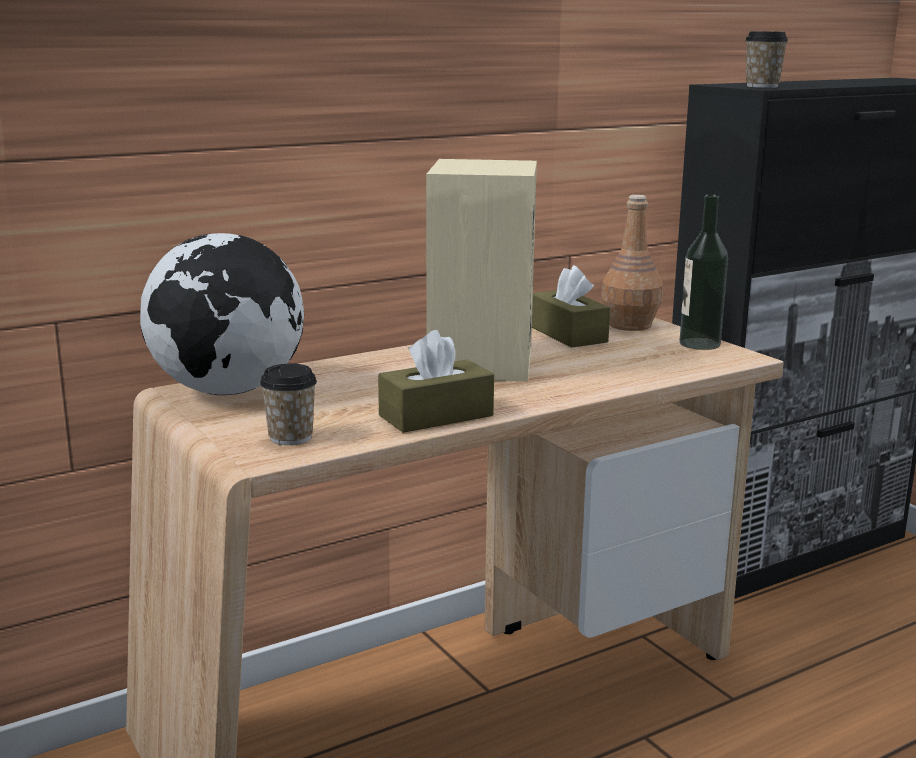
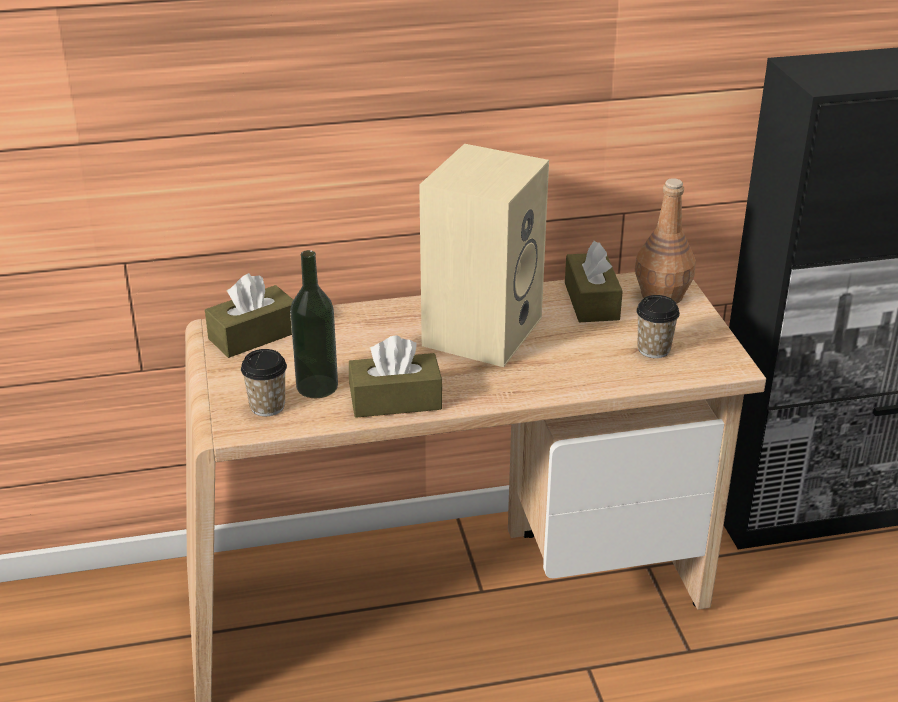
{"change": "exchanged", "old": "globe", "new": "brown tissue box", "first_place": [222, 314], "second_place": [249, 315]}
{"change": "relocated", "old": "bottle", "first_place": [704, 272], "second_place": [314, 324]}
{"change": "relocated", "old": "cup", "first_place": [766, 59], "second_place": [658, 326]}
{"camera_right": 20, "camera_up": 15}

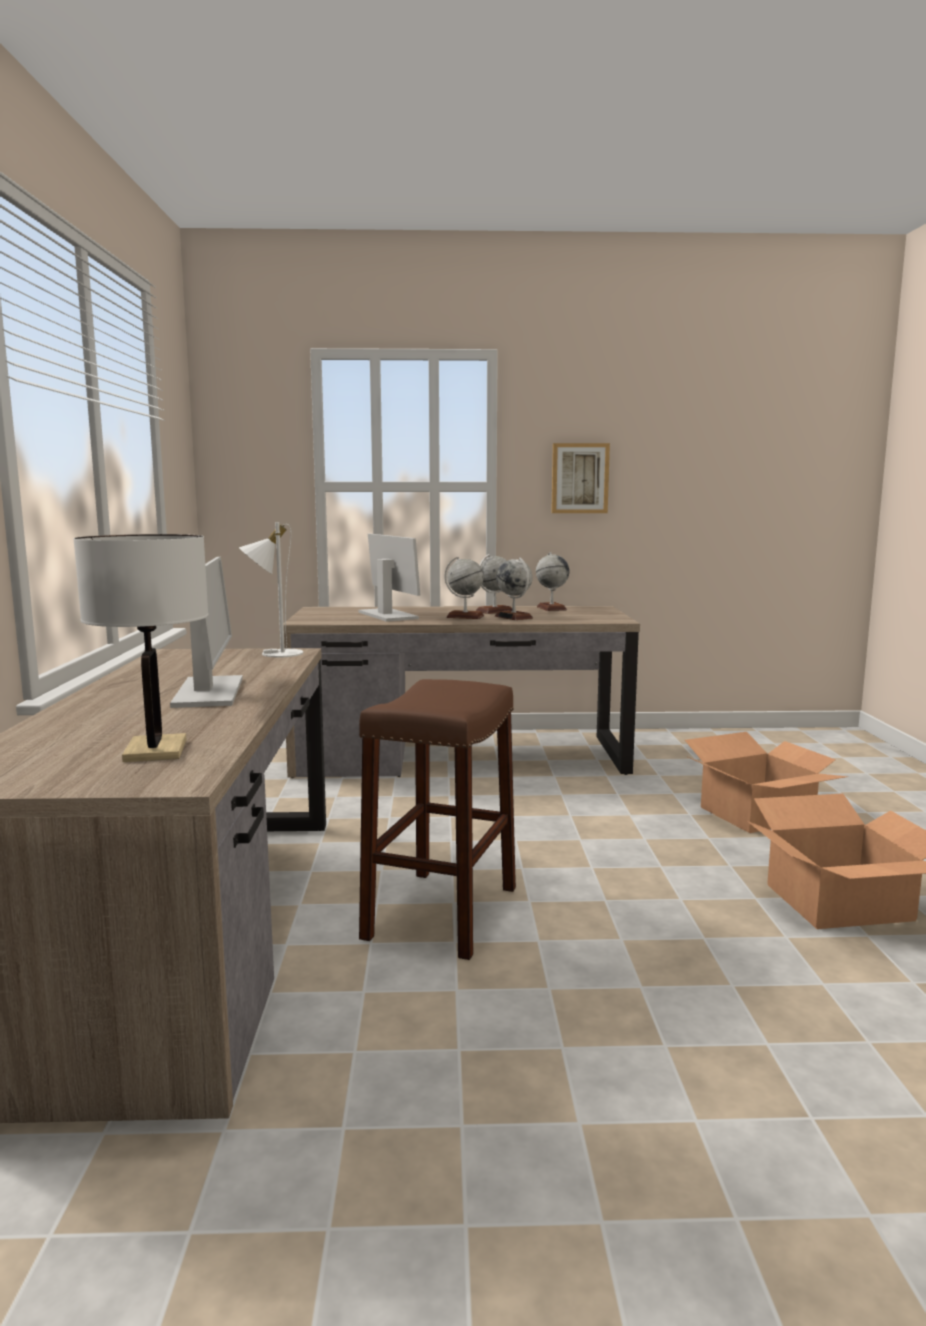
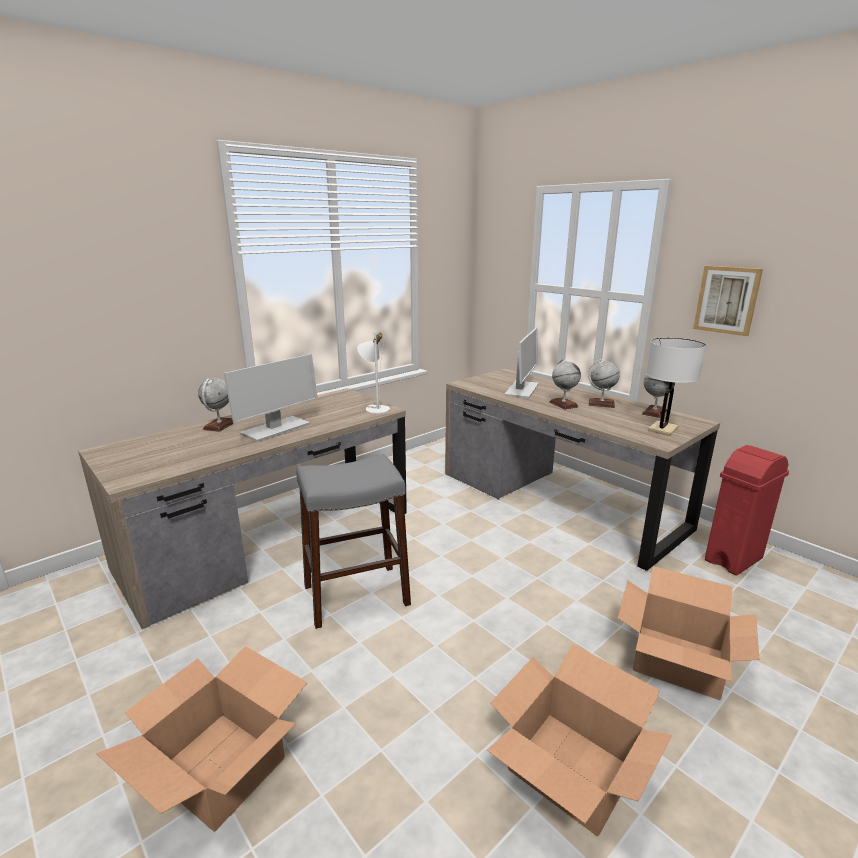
{"change": "appeared", "new": "cardboard box", "second_place": [202, 739]}
{"change": "relocated", "old": "globe", "first_place": [514, 588], "second_place": [216, 405]}
{"change": "colour", "old": "brown stool", "new": "grey stool", "first_place": [437, 819], "second_place": [353, 541]}
{"change": "relocated", "old": "white table lamp", "first_place": [141, 648], "second_place": [676, 387]}
{"change": "appeared", "new": "red trash can", "second_place": [747, 510]}
{"camera_right": 50, "camera_up": 10}

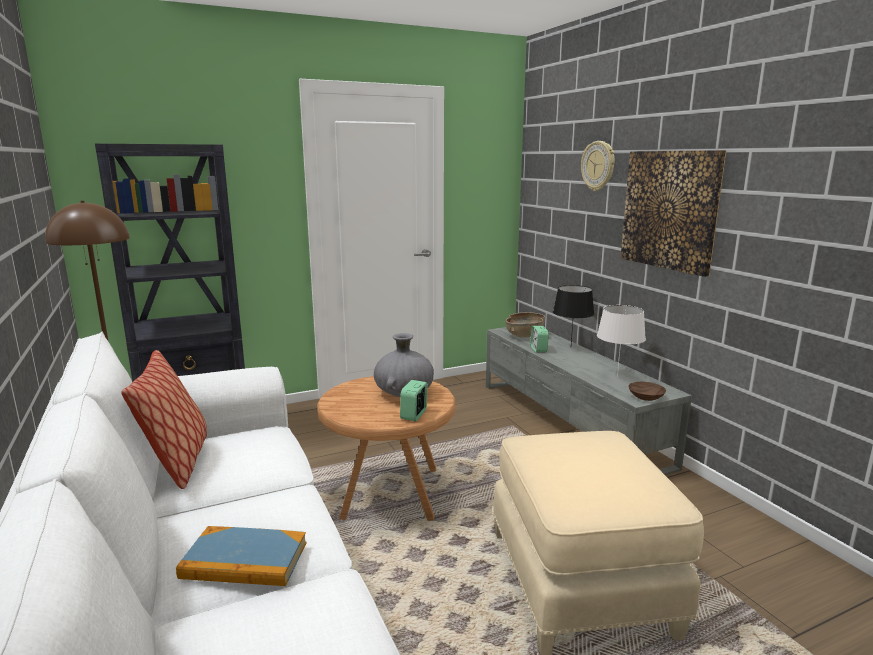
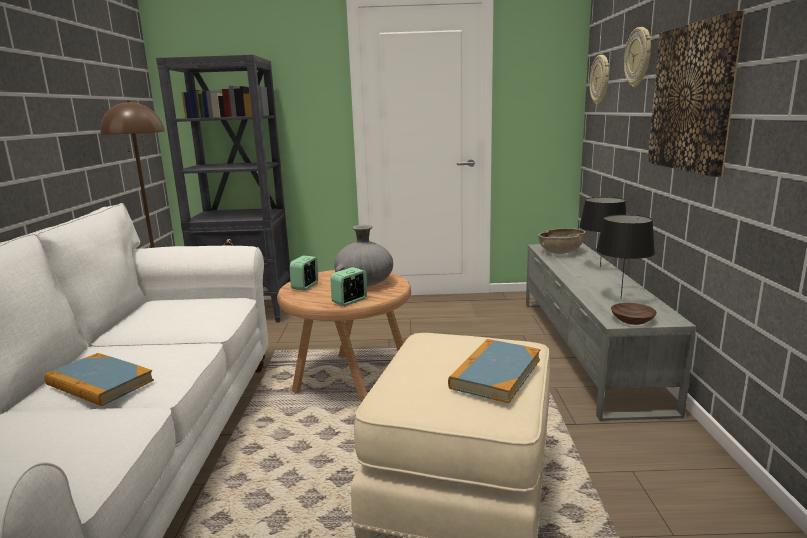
{"change": "relocated", "old": "alarm clock", "first_place": [539, 339], "second_place": [304, 273]}
{"change": "appeared", "new": "book", "second_place": [494, 371]}
{"change": "appeared", "new": "wall clock", "second_place": [599, 79]}
{"change": "colour", "old": "white table lamp", "new": "black table lamp", "first_place": [621, 341], "second_place": [625, 256]}
{"change": "missing", "old": "pillow", "first_place": [164, 419]}
{"camera_right": 25, "camera_up": 0}

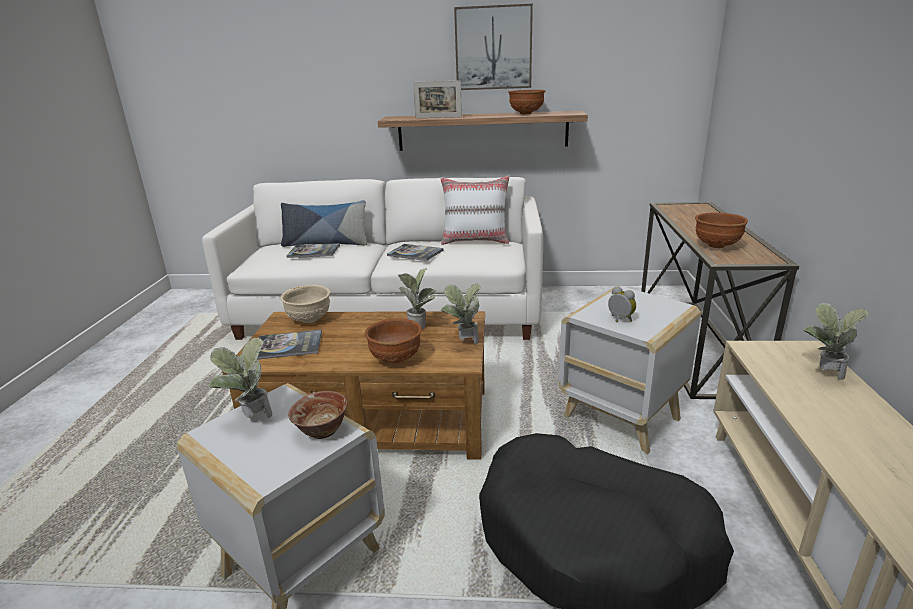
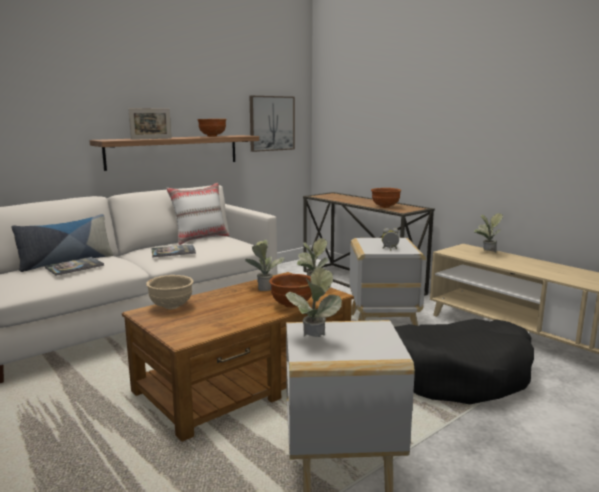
{"change": "relocated", "old": "picture", "first_place": [493, 47], "second_place": [272, 124]}
{"change": "missing", "old": "book", "first_place": [289, 345]}
{"change": "missing", "old": "bowl", "first_place": [317, 415]}
{"camera_right": -45, "camera_up": -10}

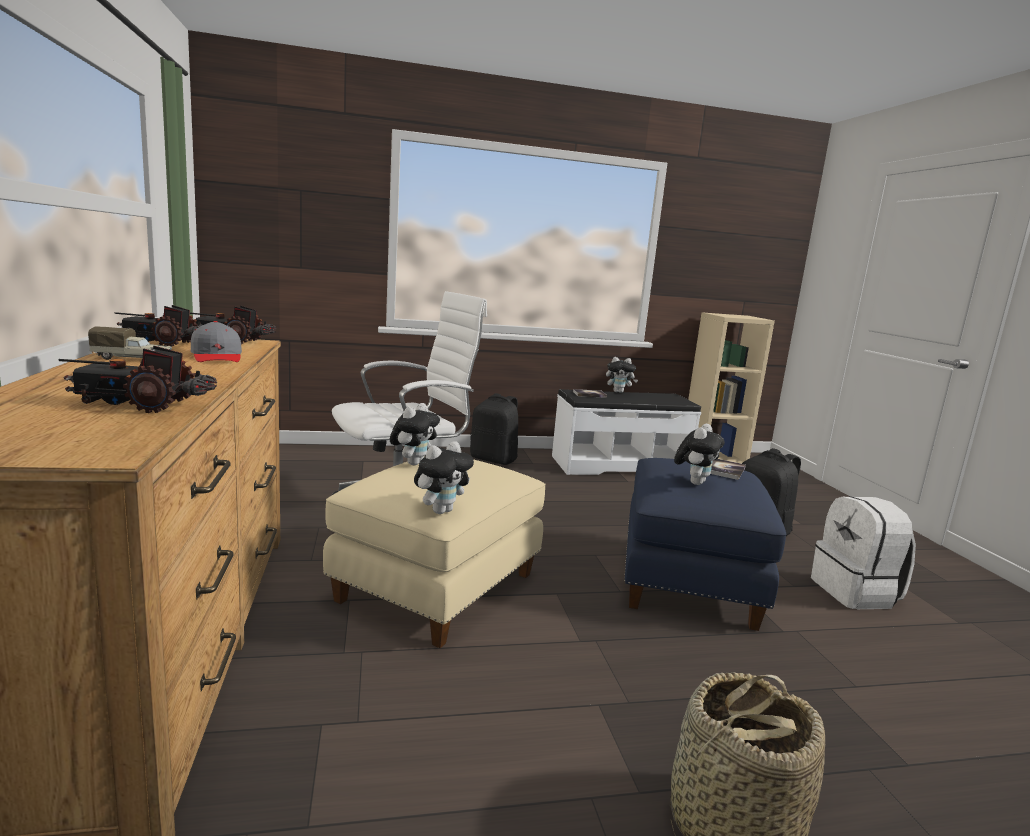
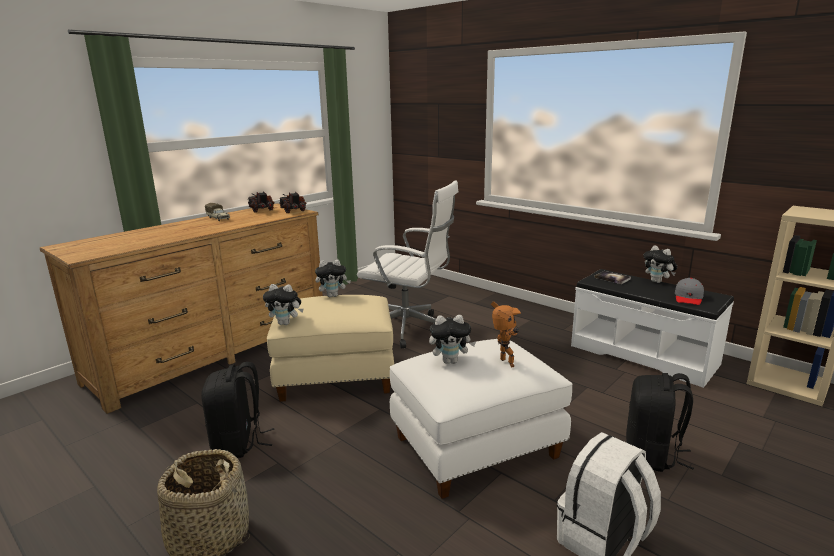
{"change": "relocated", "old": "black backpack", "first_place": [494, 429], "second_place": [237, 410]}
{"change": "colour", "old": "blue ottoman", "new": "white ottoman", "first_place": [705, 544], "second_place": [481, 419]}
{"change": "exchanged", "old": "book", "new": "toy robot", "first_place": [728, 469], "second_place": [506, 334]}
{"change": "relocated", "old": "grey cap", "first_place": [216, 341], "second_place": [689, 291]}
{"change": "missing", "old": "toy truck", "first_place": [137, 379]}
{"camera_right": 55, "camera_up": 5}

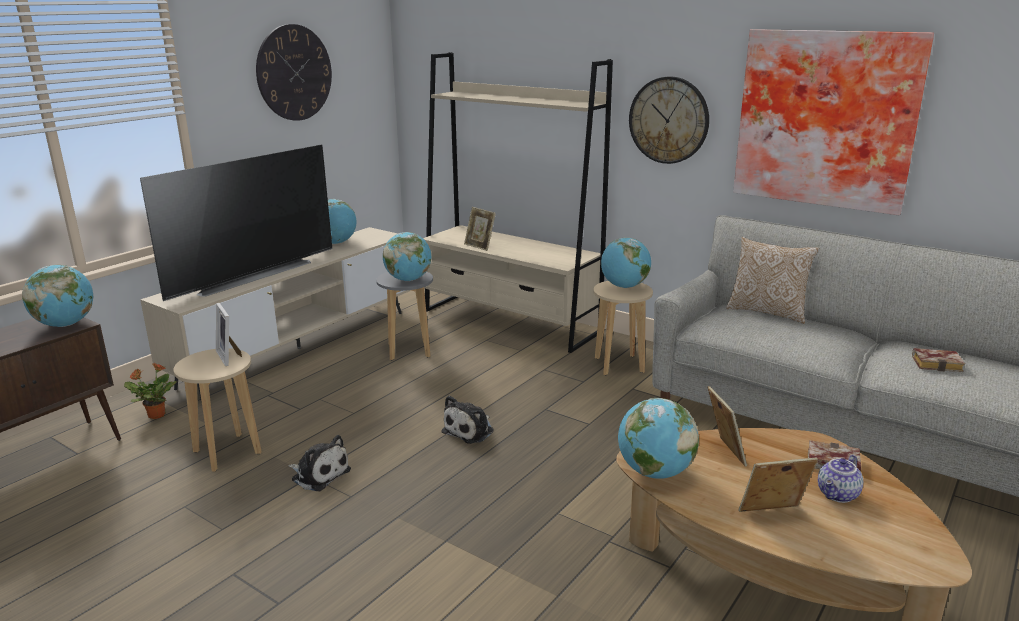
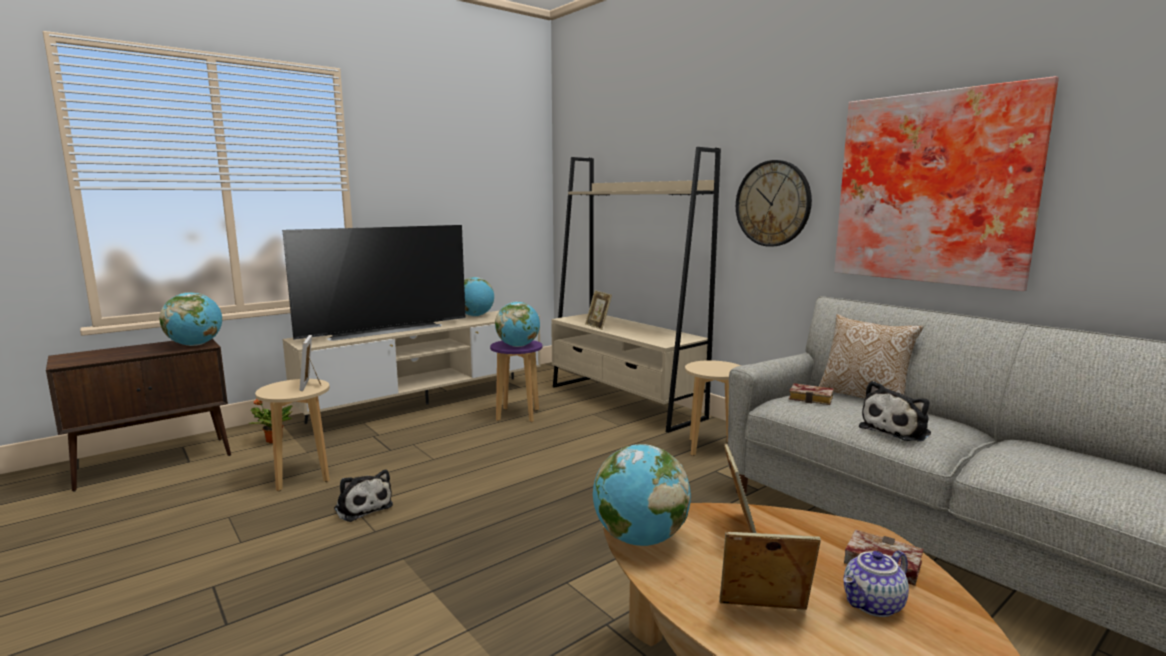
{"change": "colour", "old": "grey stool", "new": "purple stool", "first_place": [404, 316], "second_place": [516, 381]}
{"change": "relocated", "old": "book", "first_place": [938, 360], "second_place": [811, 394]}
{"change": "relocated", "old": "plush toy", "first_place": [467, 419], "second_place": [895, 411]}
{"change": "missing", "old": "wall clock", "first_place": [294, 72]}
{"change": "missing", "old": "globe", "first_place": [626, 263]}
{"camera_right": 15, "camera_up": -10}

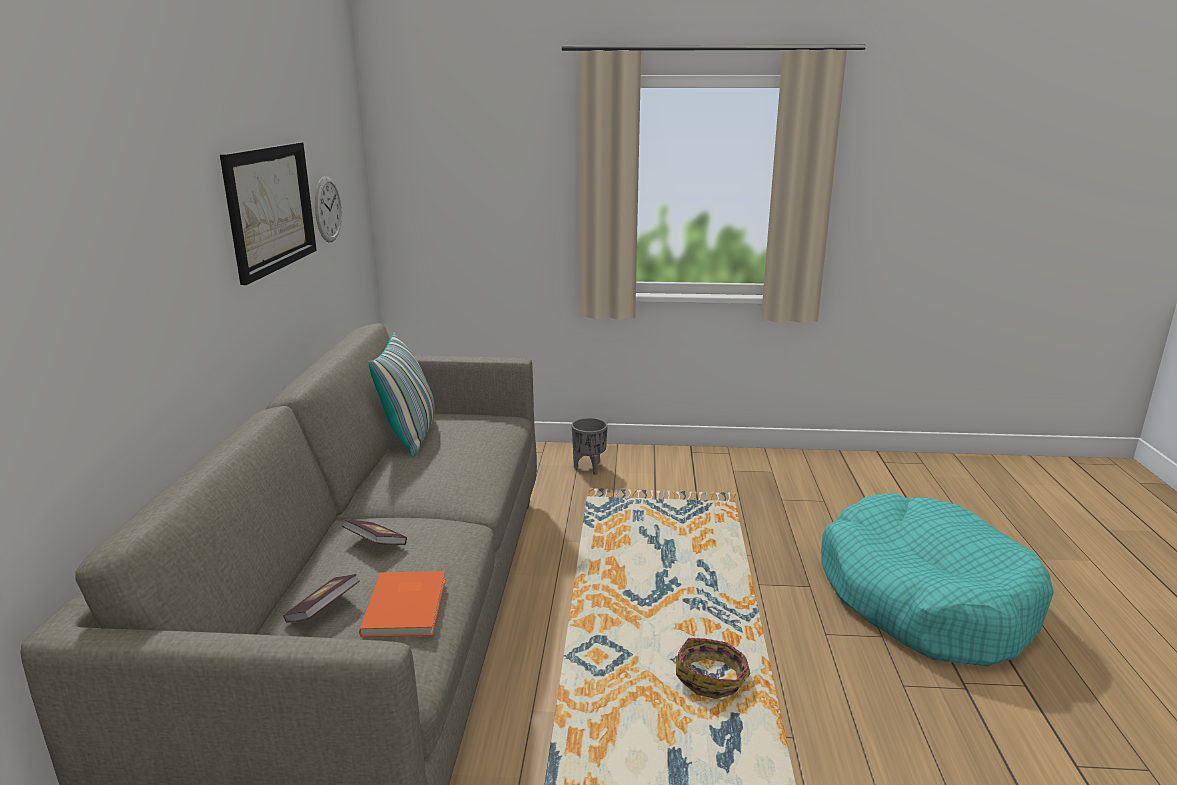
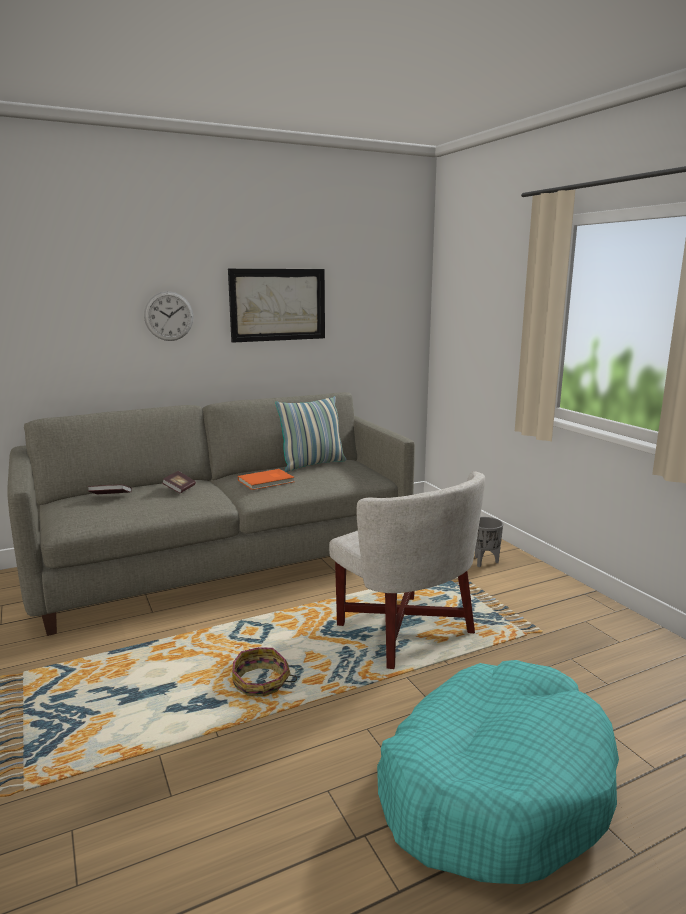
{"change": "relocated", "old": "wall clock", "first_place": [328, 209], "second_place": [169, 316]}
{"change": "relocated", "old": "orange book", "first_place": [402, 604], "second_place": [266, 479]}
{"change": "appeared", "new": "white armchair", "second_place": [407, 570]}
{"camera_right": 60, "camera_up": -5}

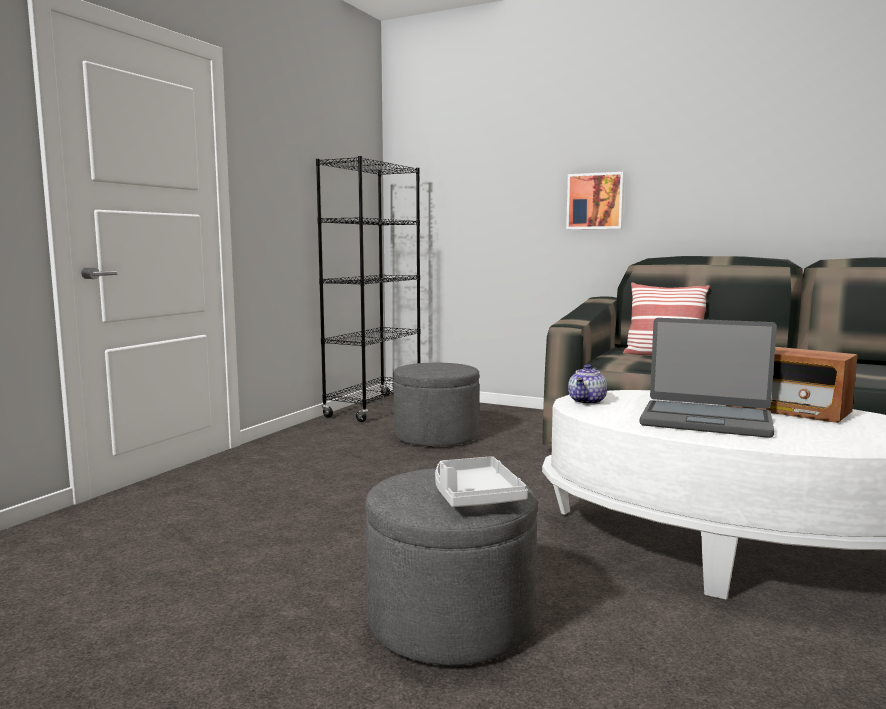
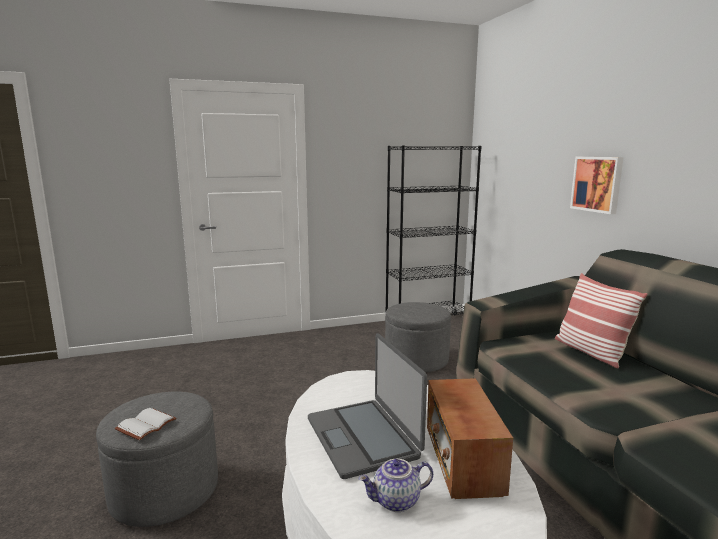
{"change": "exchanged", "old": "grey tray", "new": "white book", "first_place": [481, 481], "second_place": [146, 424]}
{"change": "relocated", "old": "teapot", "first_place": [587, 384], "second_place": [395, 485]}
{"camera_right": 45, "camera_up": 5}

